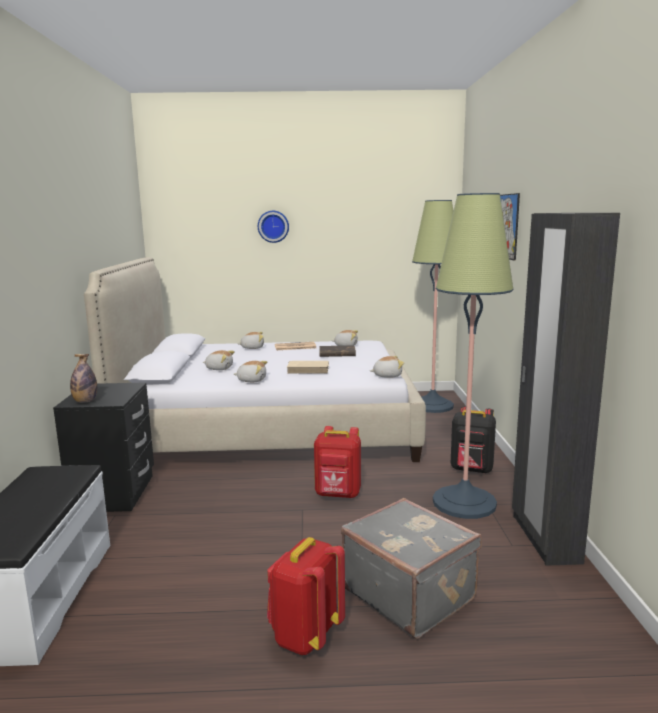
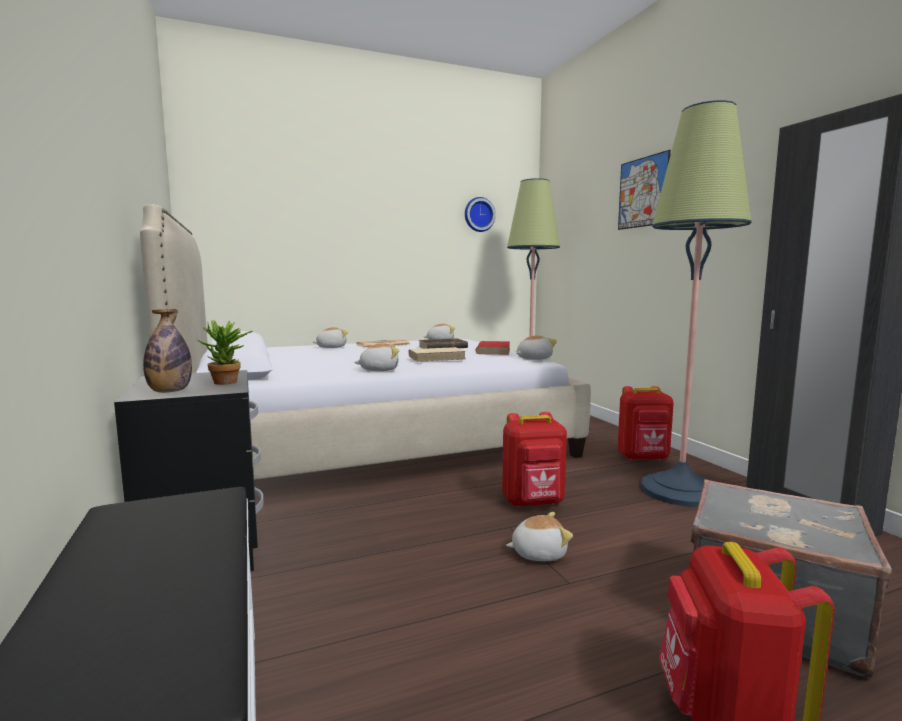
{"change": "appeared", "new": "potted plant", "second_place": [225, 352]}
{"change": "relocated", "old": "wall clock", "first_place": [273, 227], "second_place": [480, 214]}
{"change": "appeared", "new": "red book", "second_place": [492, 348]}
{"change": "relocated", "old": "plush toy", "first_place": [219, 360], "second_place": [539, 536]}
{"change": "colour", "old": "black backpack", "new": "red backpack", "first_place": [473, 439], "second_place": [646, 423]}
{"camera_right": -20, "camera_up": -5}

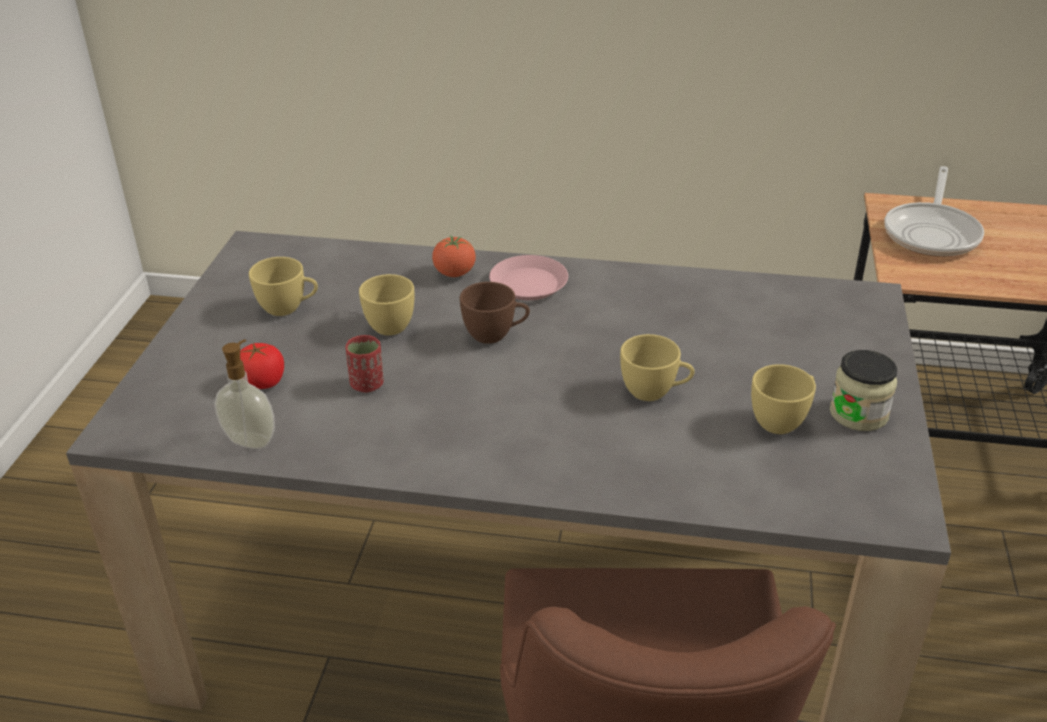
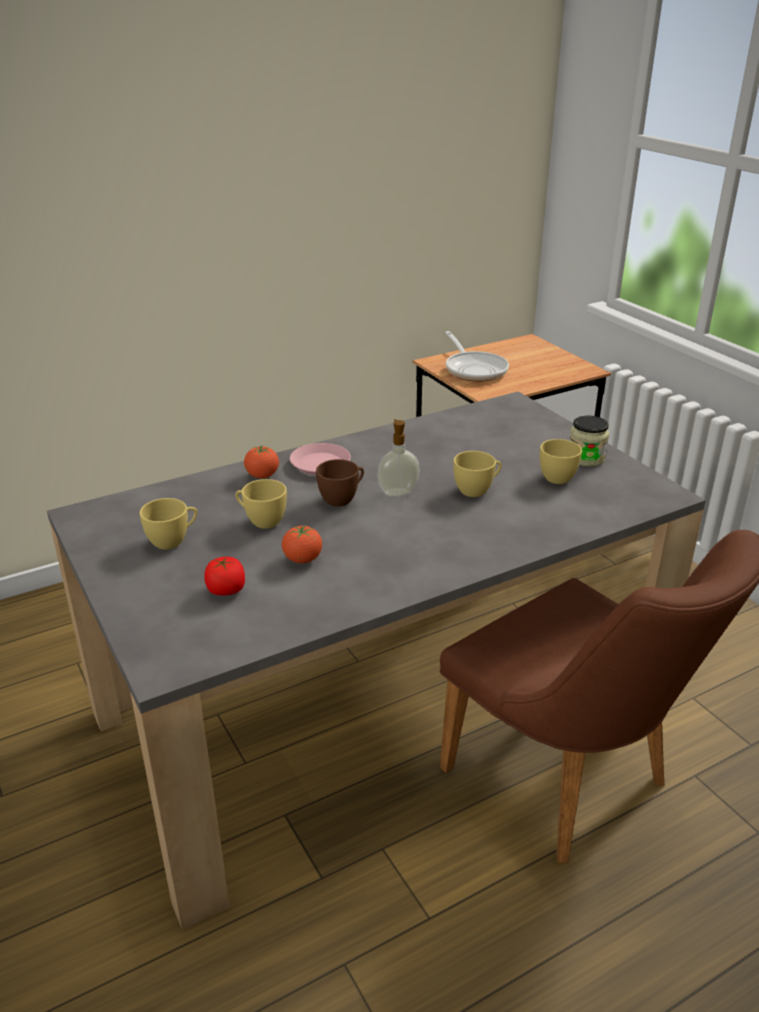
{"change": "exchanged", "old": "red cup", "new": "tomato", "first_place": [364, 363], "second_place": [302, 543]}
{"change": "relocated", "old": "soap dispenser", "first_place": [244, 394], "second_place": [398, 457]}
{"camera_right": -40, "camera_up": -5}

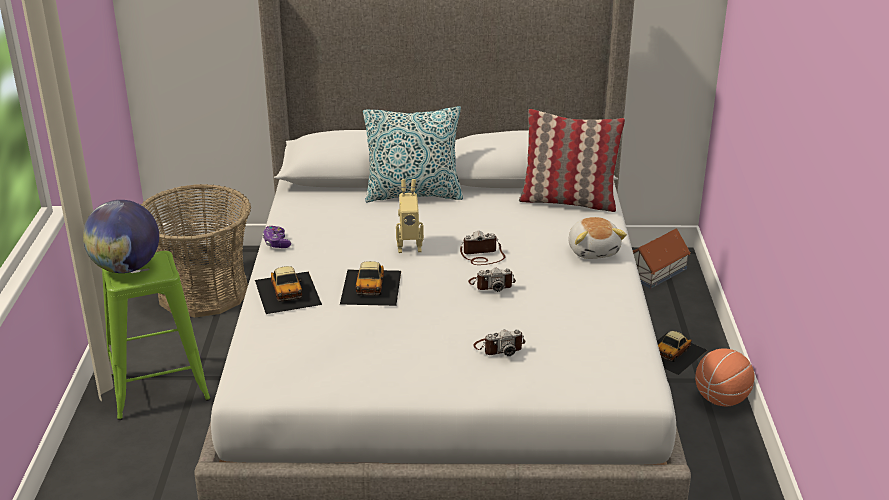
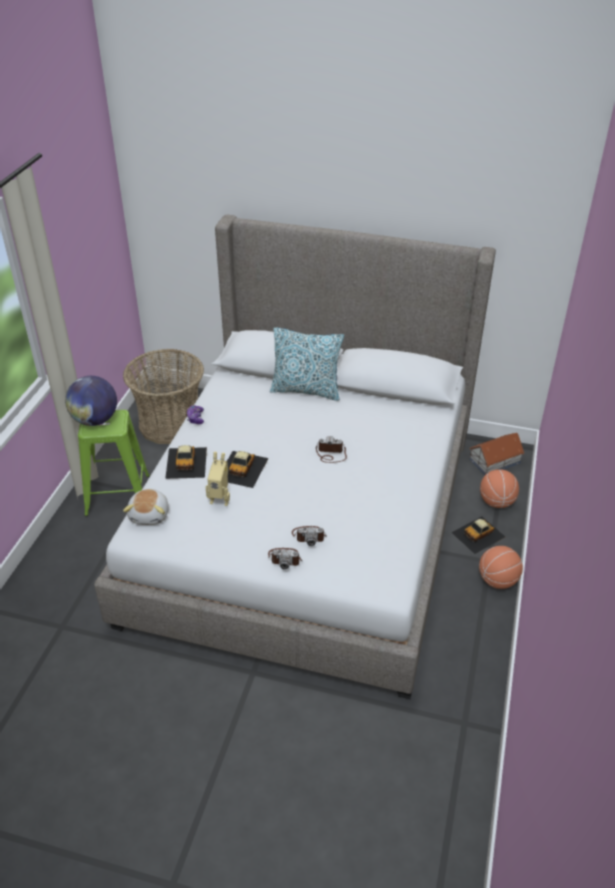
{"change": "relocated", "old": "plush toy", "first_place": [597, 238], "second_place": [146, 507]}
{"change": "relocated", "old": "toy robot", "first_place": [410, 216], "second_place": [218, 479]}
{"change": "relocated", "old": "photo camera", "first_place": [492, 280], "second_place": [285, 559]}
{"change": "appeared", "new": "basketball", "second_place": [499, 488]}
{"change": "missing", "old": "pillow", "first_place": [572, 160]}
{"camera_right": 15, "camera_up": 10}

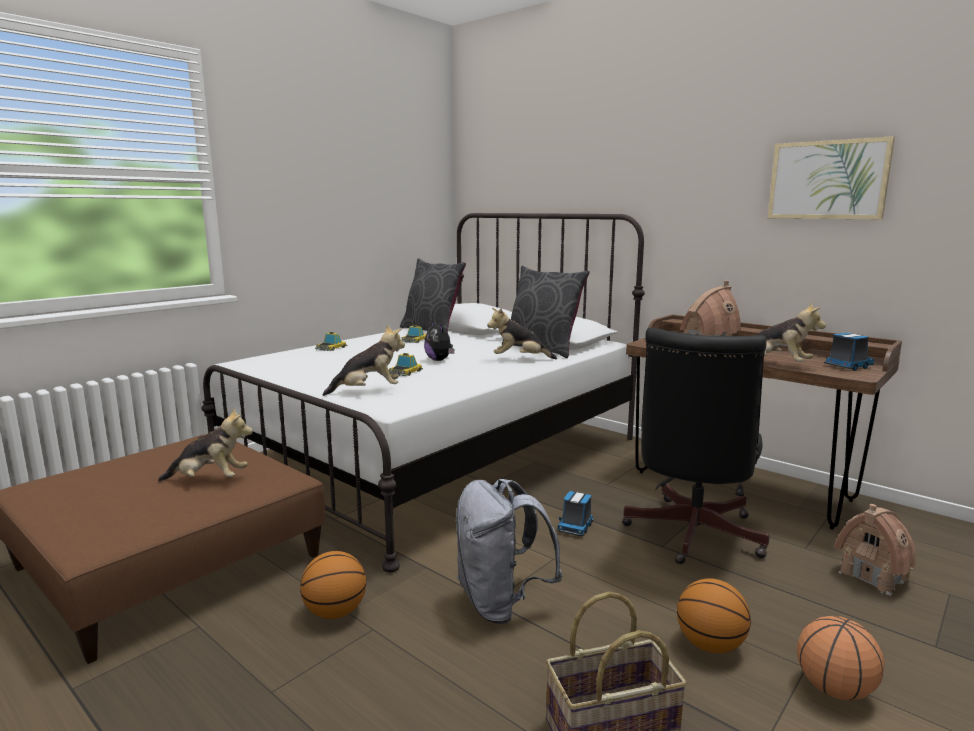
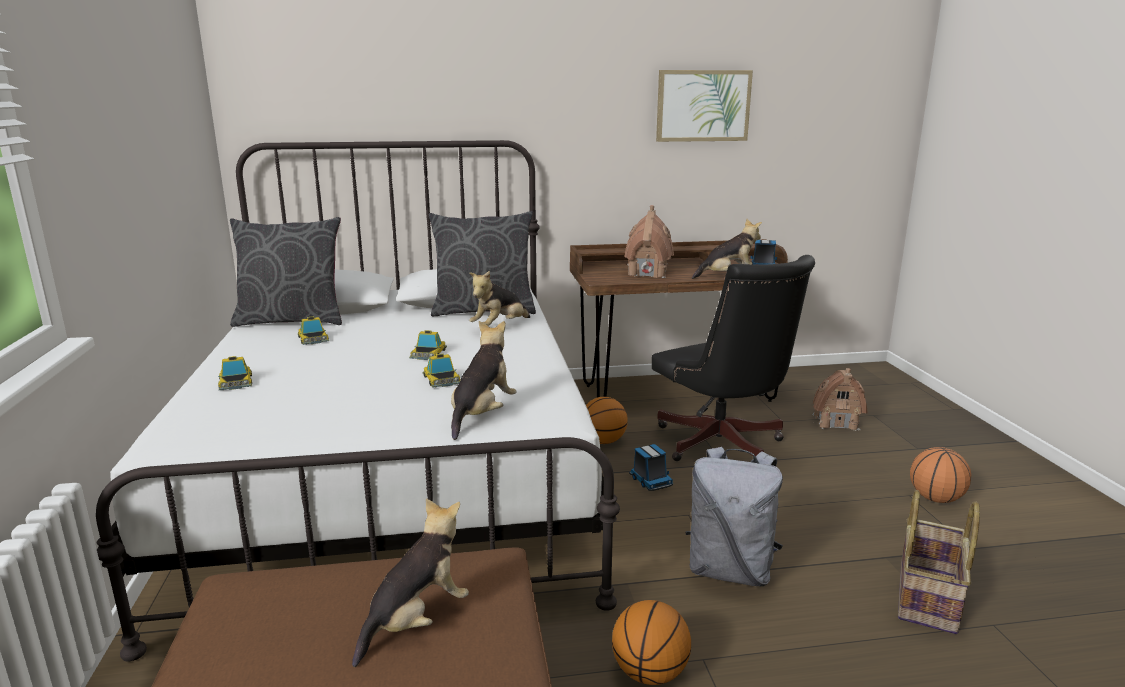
{"change": "exchanged", "old": "plush toy", "new": "toy car", "first_place": [439, 341], "second_place": [428, 345]}
{"change": "relocated", "old": "basketball", "first_place": [714, 615], "second_place": [607, 420]}
{"camera_right": -50, "camera_up": 5}

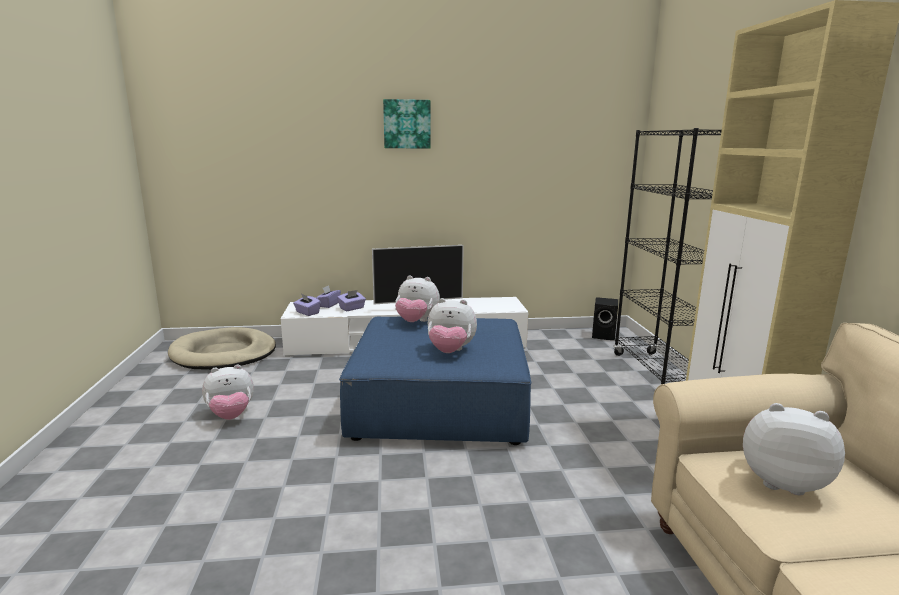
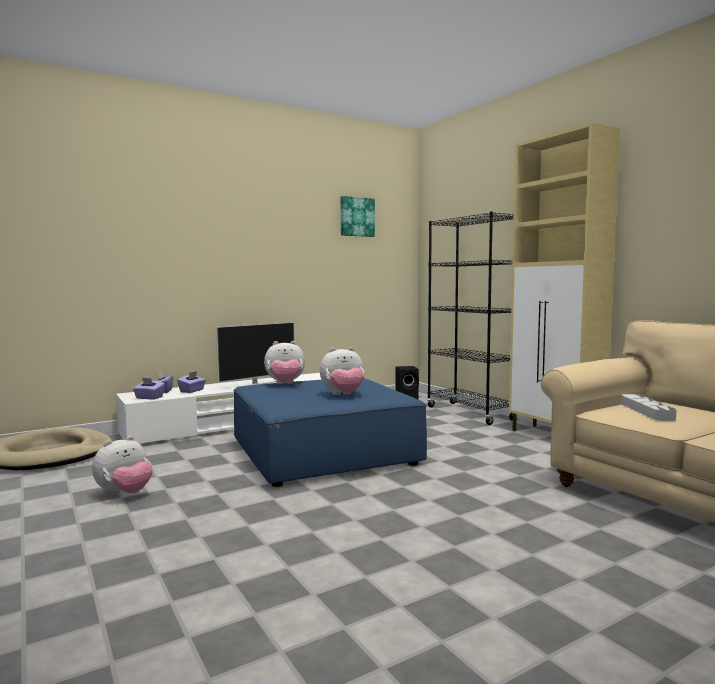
{"change": "relocated", "old": "picture", "first_place": [407, 124], "second_place": [358, 216]}
{"change": "exchanged", "old": "plush toy", "new": "grey tray", "first_place": [794, 449], "second_place": [649, 407]}
{"camera_right": -25, "camera_up": -10}

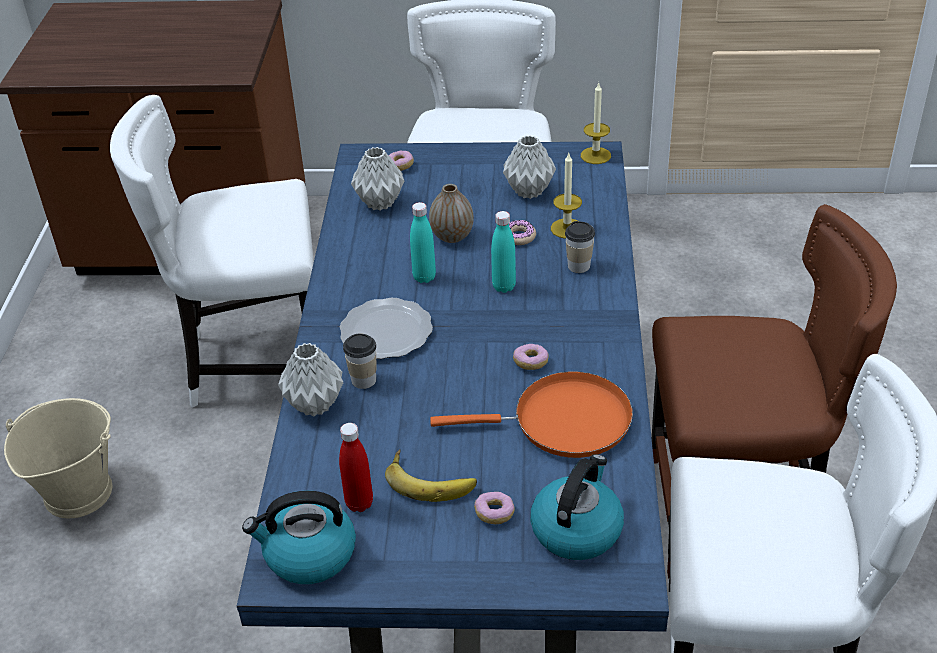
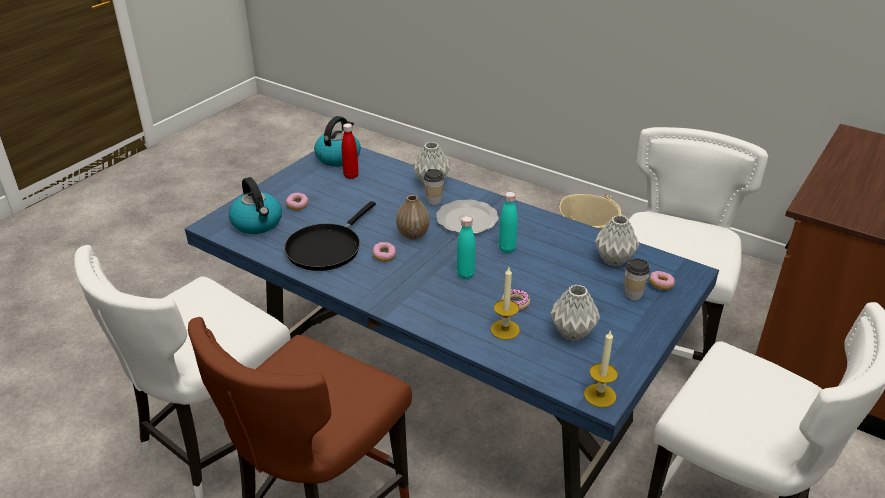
{"change": "colour", "old": "orange frying pan", "new": "black frying pan", "first_place": [531, 414], "second_place": [330, 236]}
{"change": "relocated", "old": "vase", "first_place": [451, 213], "second_place": [413, 217]}
{"change": "relocated", "old": "cup", "first_place": [580, 247], "second_place": [637, 279]}
{"change": "missing", "old": "banana", "first_place": [431, 476]}
{"camera_right": 120, "camera_up": -5}

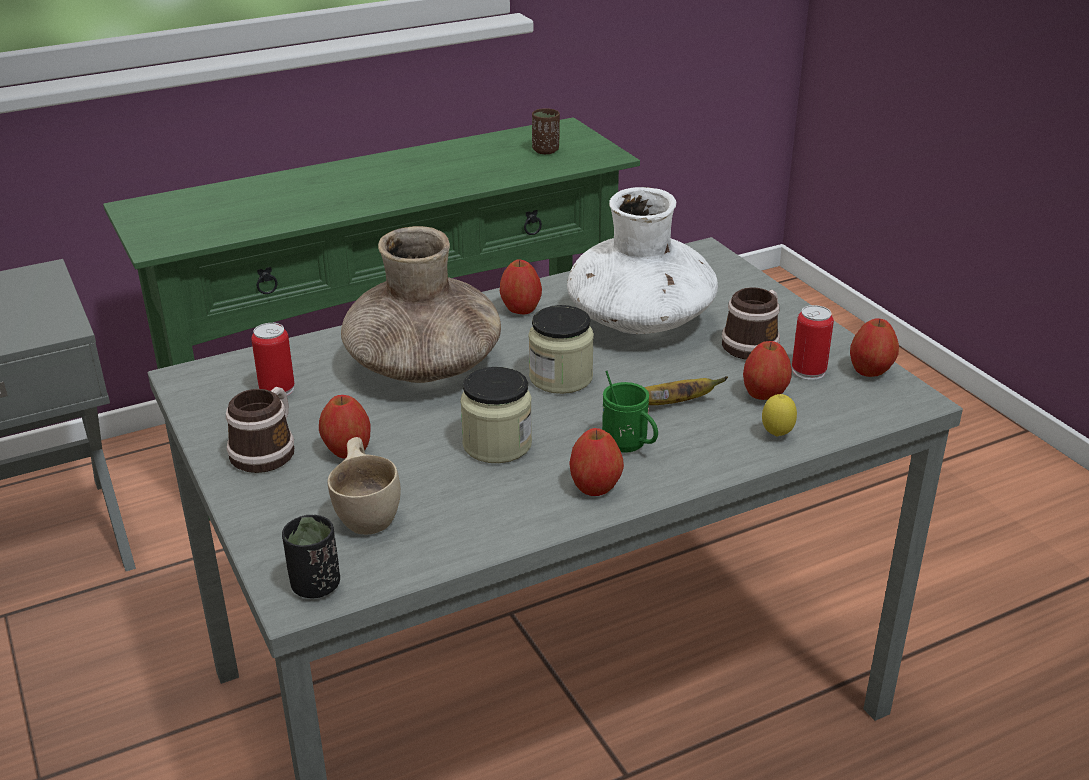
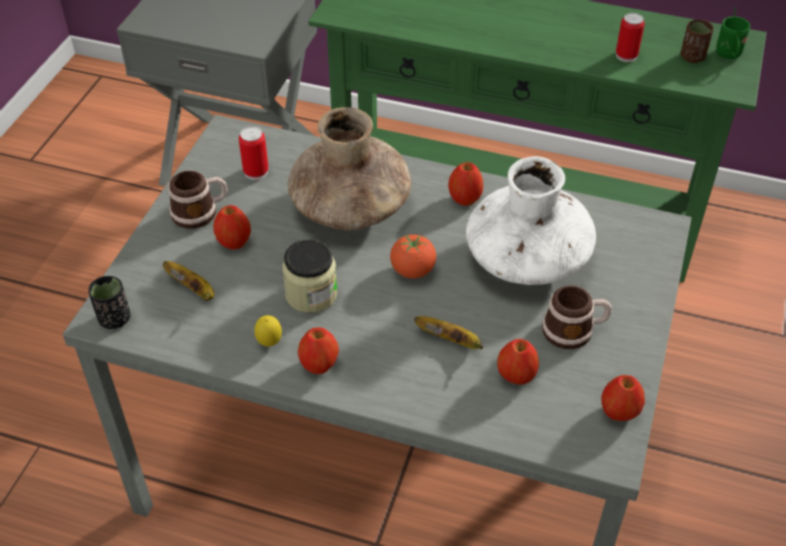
{"change": "exchanged", "old": "beige cup", "new": "banana", "first_place": [364, 486], "second_place": [188, 281]}
{"change": "relocated", "old": "lemon", "first_place": [779, 415], "second_place": [268, 331]}
{"change": "exchanged", "old": "jar", "new": "tomato", "first_place": [561, 349], "second_place": [413, 256]}
{"change": "relocated", "old": "can", "first_place": [813, 342], "second_place": [630, 37]}
{"change": "relocated", "old": "green mug", "first_place": [630, 412], "second_place": [733, 33]}
{"camera_right": 45, "camera_up": 15}

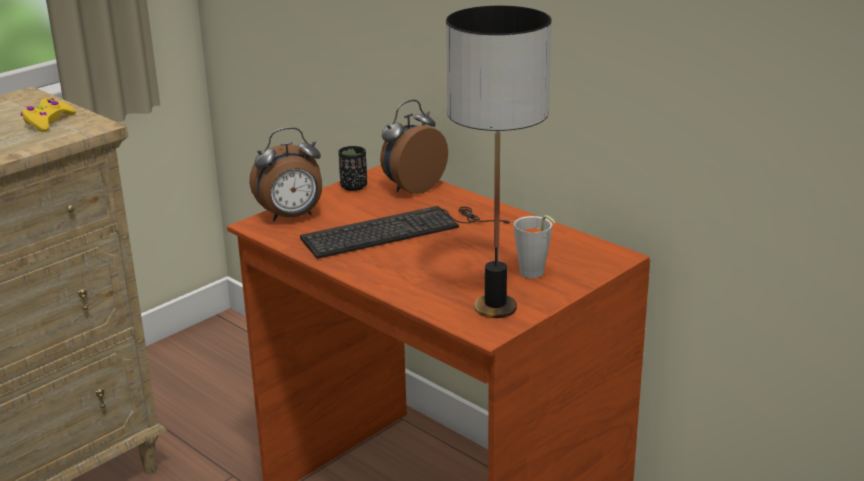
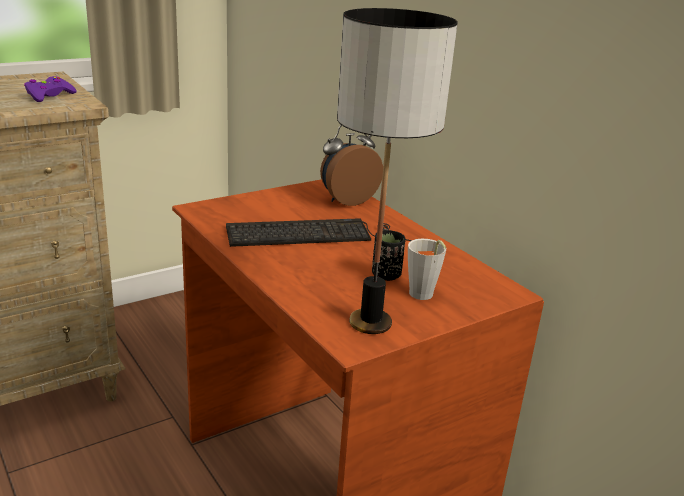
{"change": "colour", "old": "yellow game controller", "new": "purple game controller", "first_place": [48, 115], "second_place": [50, 89]}
{"change": "relocated", "old": "black cup", "first_place": [352, 168], "second_place": [389, 255]}
{"change": "missing", "old": "alarm clock", "first_place": [285, 174]}
{"camera_right": 10, "camera_up": 0}

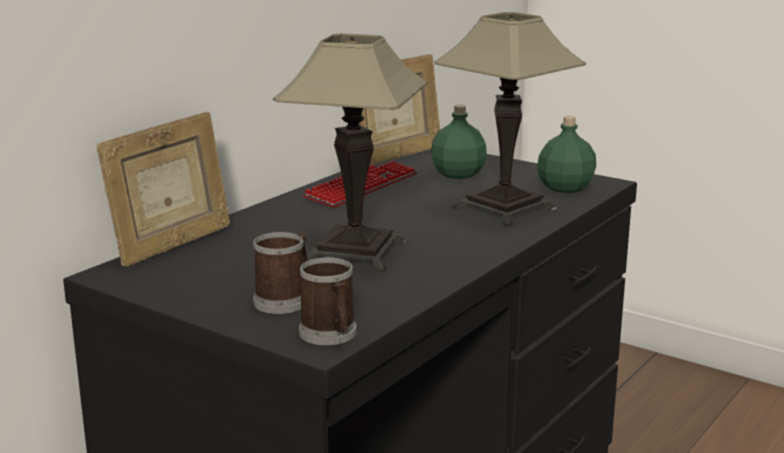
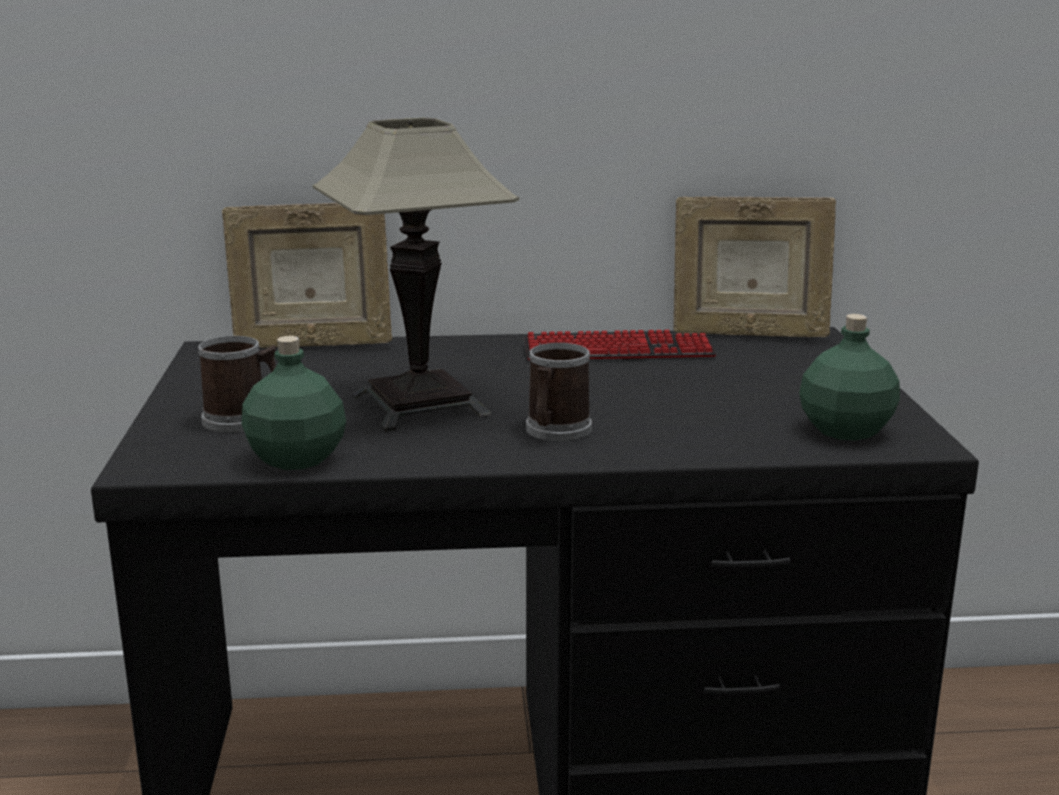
{"change": "relocated", "old": "green bottle", "first_place": [459, 142], "second_place": [294, 403]}
{"change": "relocated", "old": "mug", "first_place": [328, 301], "second_place": [559, 392]}
{"change": "missing", "old": "table lamp", "first_place": [510, 119]}
{"camera_right": 50, "camera_up": 0}

